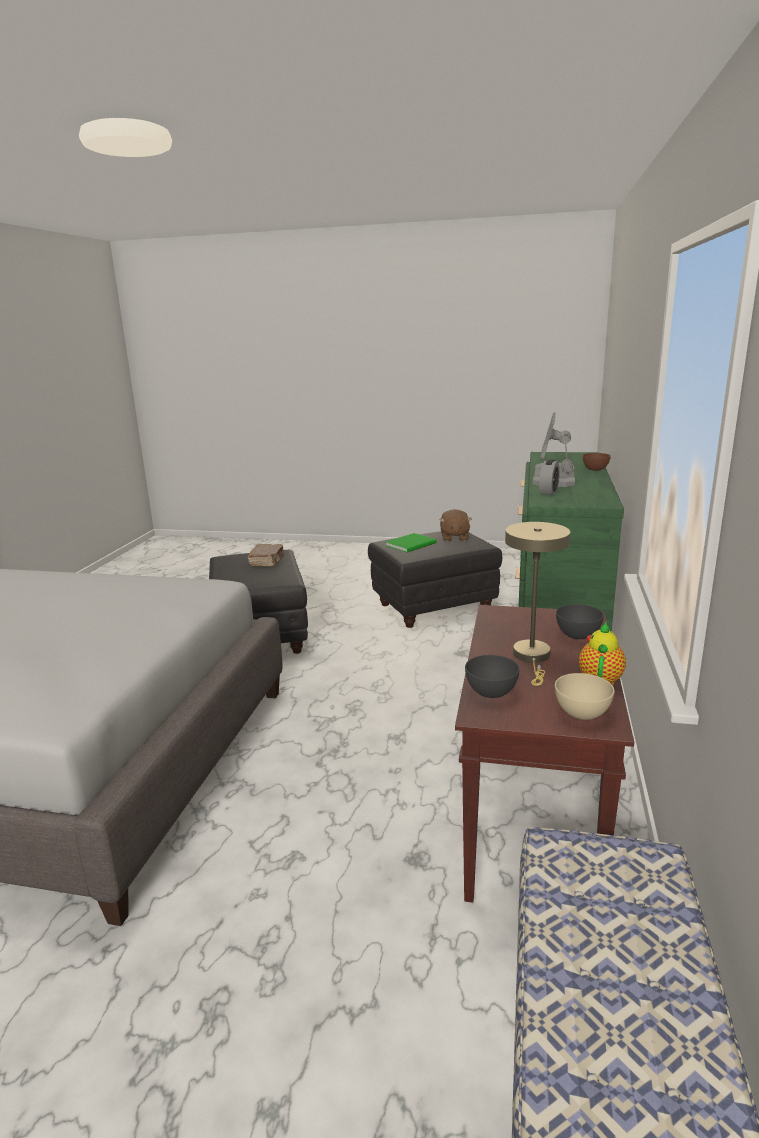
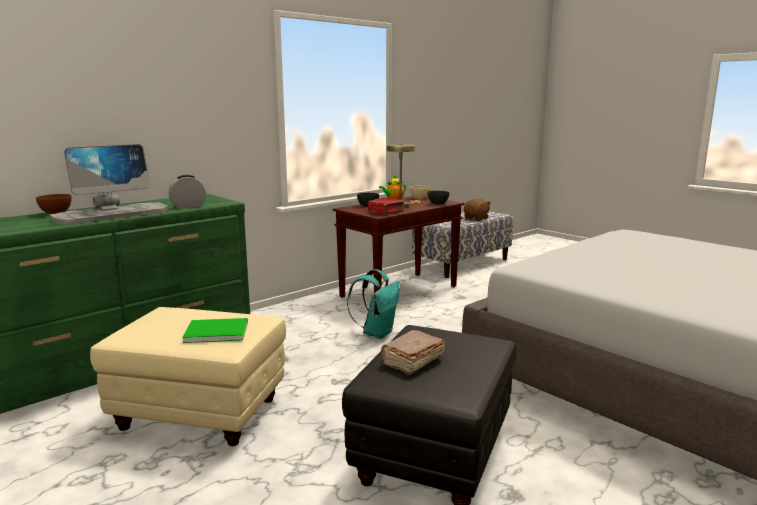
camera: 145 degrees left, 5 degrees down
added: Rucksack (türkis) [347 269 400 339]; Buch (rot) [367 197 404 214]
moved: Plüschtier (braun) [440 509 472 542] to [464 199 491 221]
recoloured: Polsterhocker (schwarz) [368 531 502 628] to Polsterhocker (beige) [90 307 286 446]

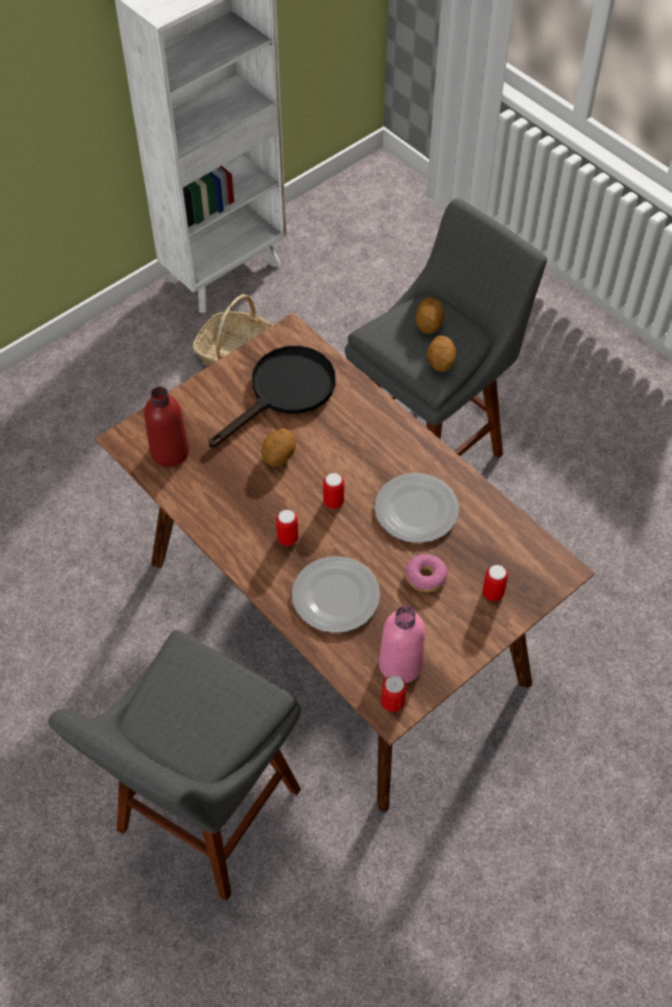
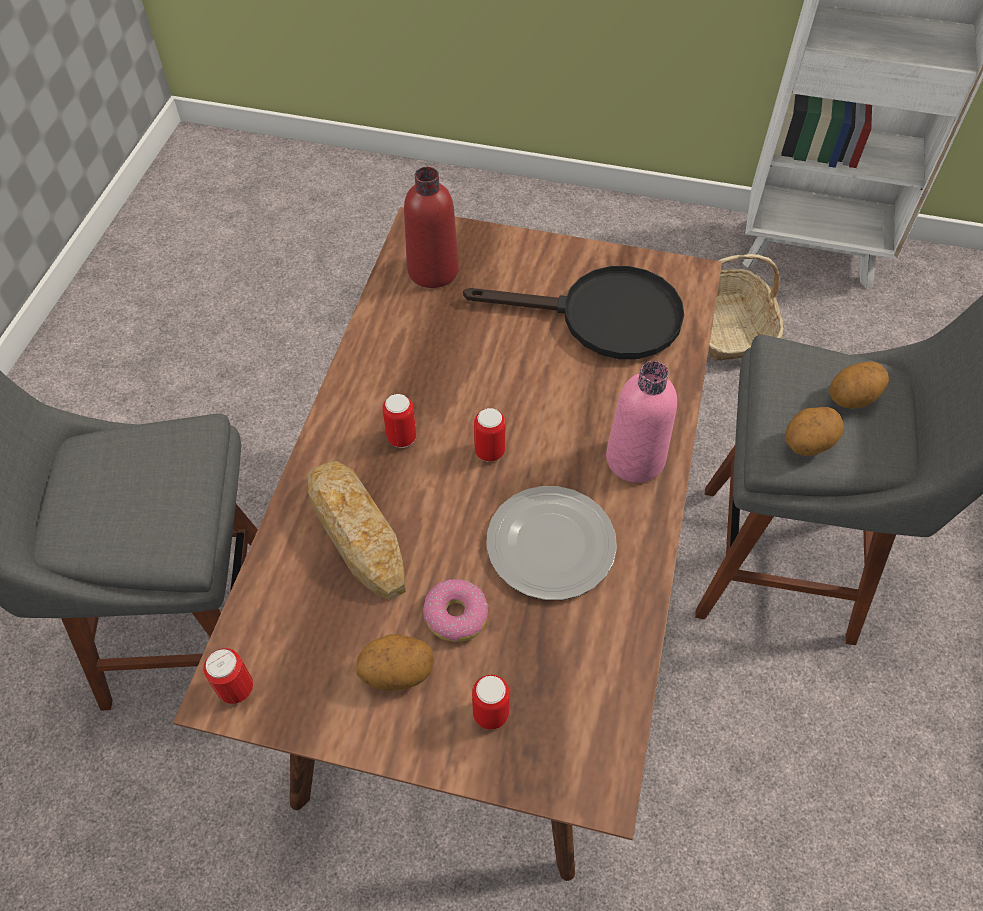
camera: 55 degrees right, 0 degrees up
moved: Kartoffel [262 428 296 467] to [357 634 434 690]; Flasche (rosa) [379 606 425 683] to [606 361 677 483]
replaced: Teller [292 556 380 633] to Brot [308 461 406 601]

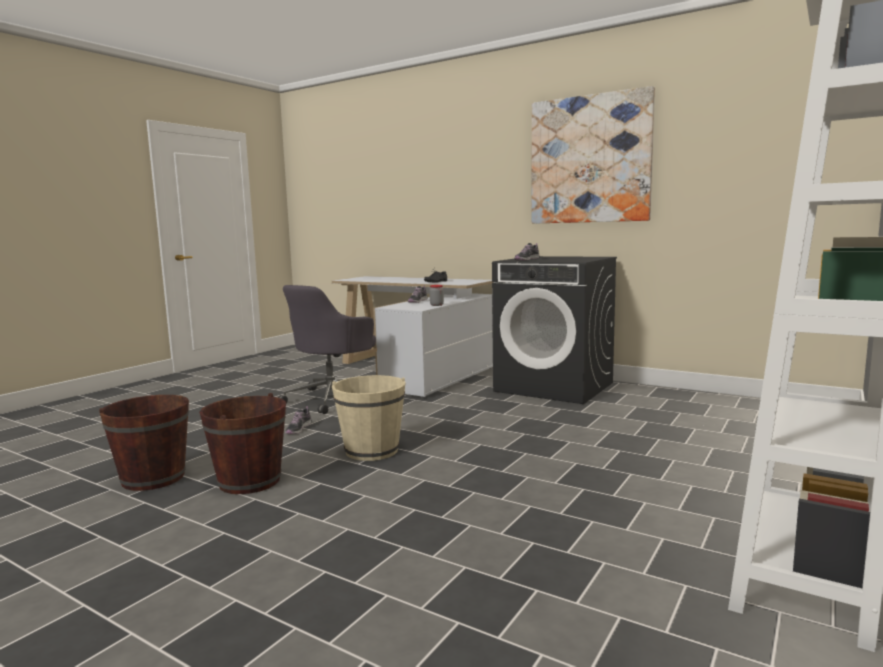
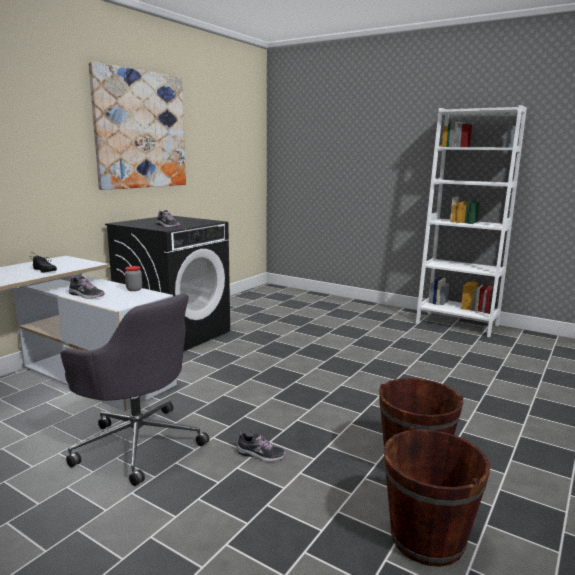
camera: 90 degrees left, 5 degrees up
removed: Eimer (beige) [332 375 406 461]

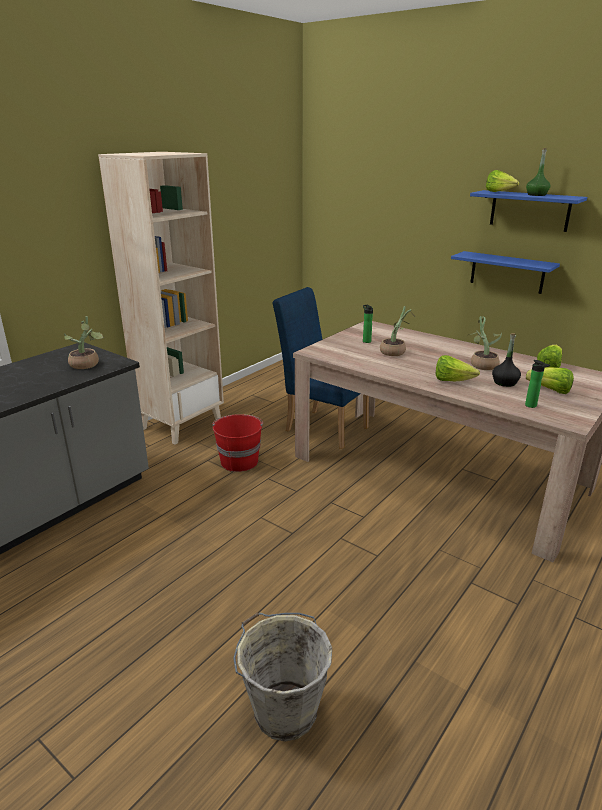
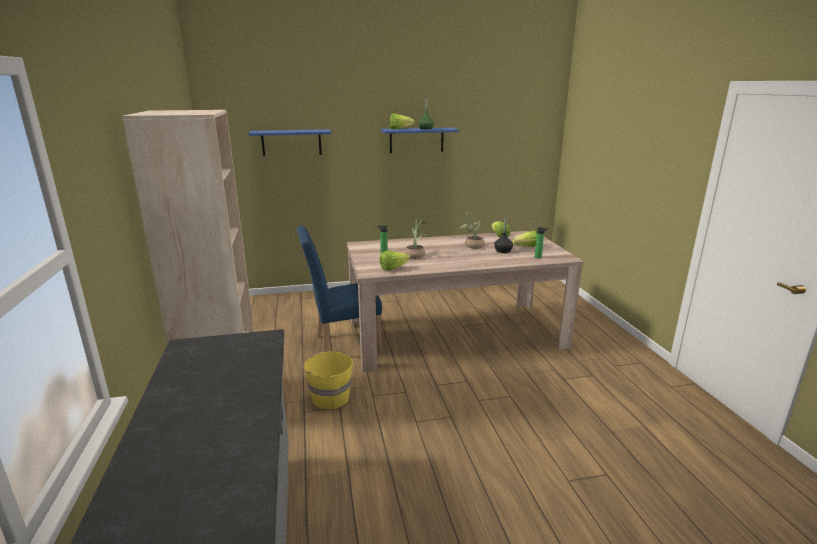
camera: 50 degrees left, 5 degrees down
removed: Topfpflanze [64 316 104 369]; Eimer (grau) [233 613 332 742]
moved: Salatkopf [436 355 480 382] to [380 251 410 270]; Wandregal (blau) [451 251 560 294] to [249 129 331 156]
recoloured: Eimer (rot) [212 414 263 472] to Eimer (gelb) [302 351 353 409]

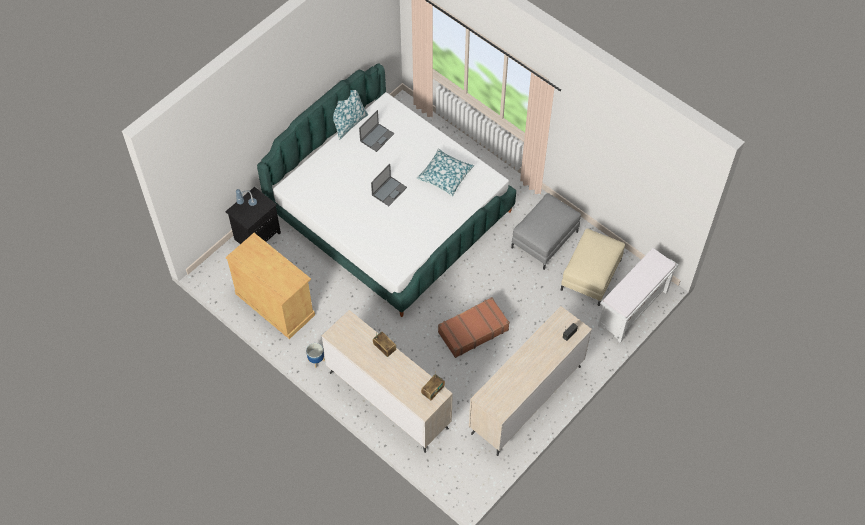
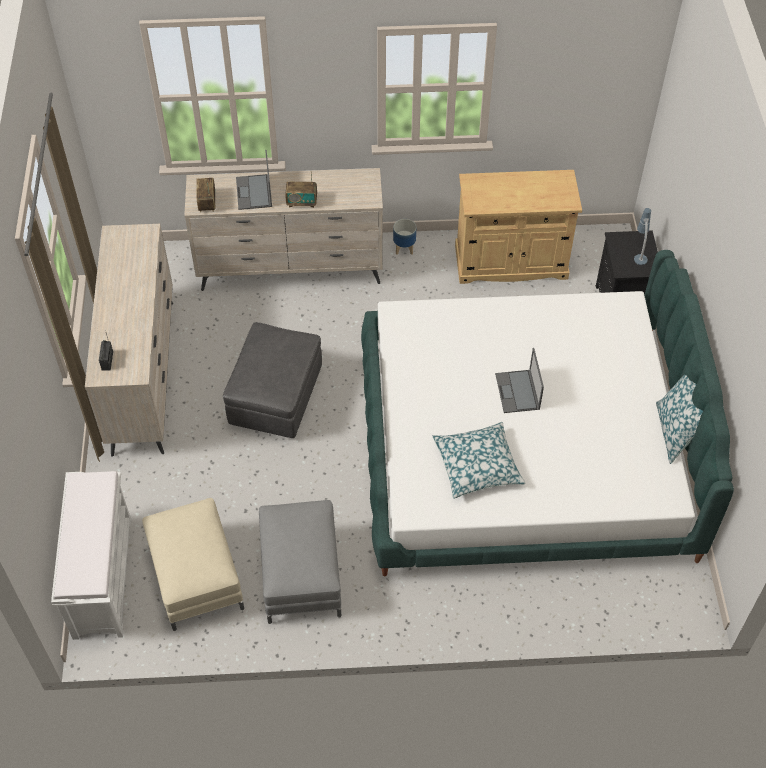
camera: 135 degrees right, 5 degrees down
moved: Laptop [359 110 394 152] to [236 150 272 210]
replaced: Koffer (braun) [438 297 510 358] to Polsterhocker (grau) [223 322 322 438]

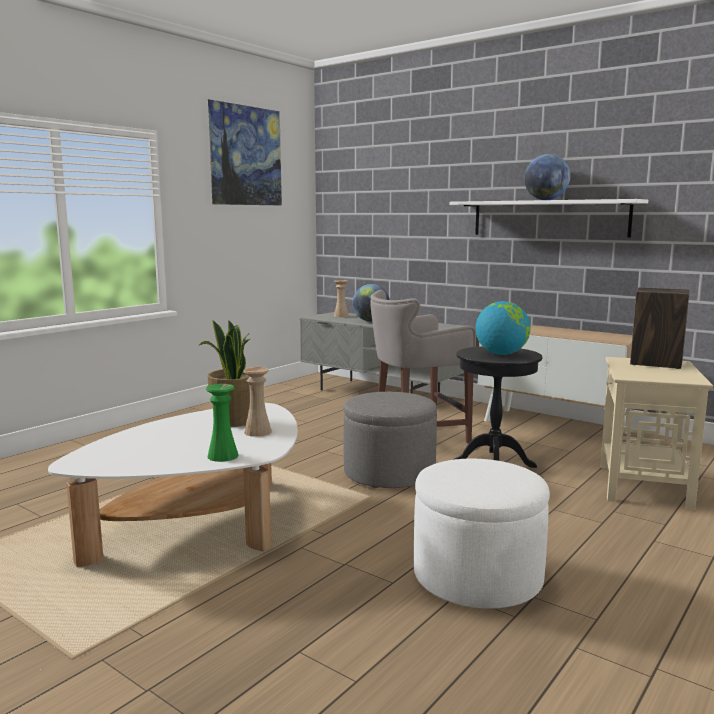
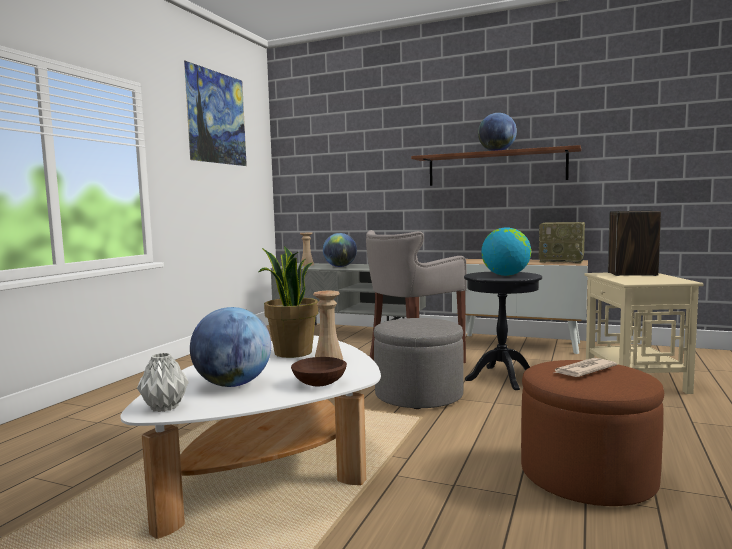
camera: 15 degrees left, 5 degrees down
added: Vase (grau) [137 353 189 412]; Globus [190 307 271 387]; Radio [539 222 585 263]; Zeitung [554 358 617 377]
replaced: Vase (grün) [206 384 239 462] to Schüssel (braun) [291 357 347 386]
recoloured: Polsterhocker (weiß) [414 459 550 609] to Polsterhocker (braun) [521 360 664 506]; Wandregal (weiß) [450 199 648 238] to Wandregal (braun) [411 145 581 186]

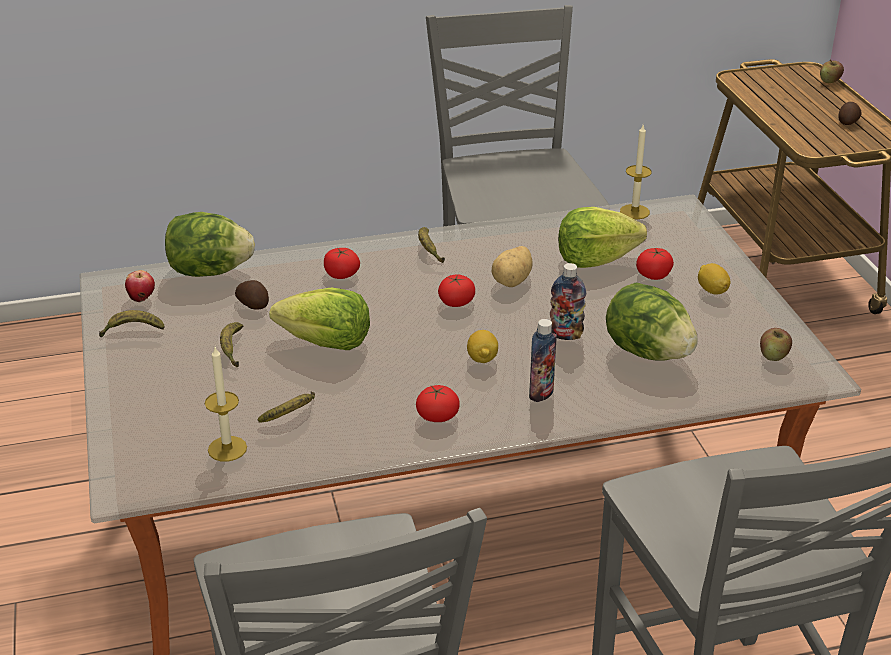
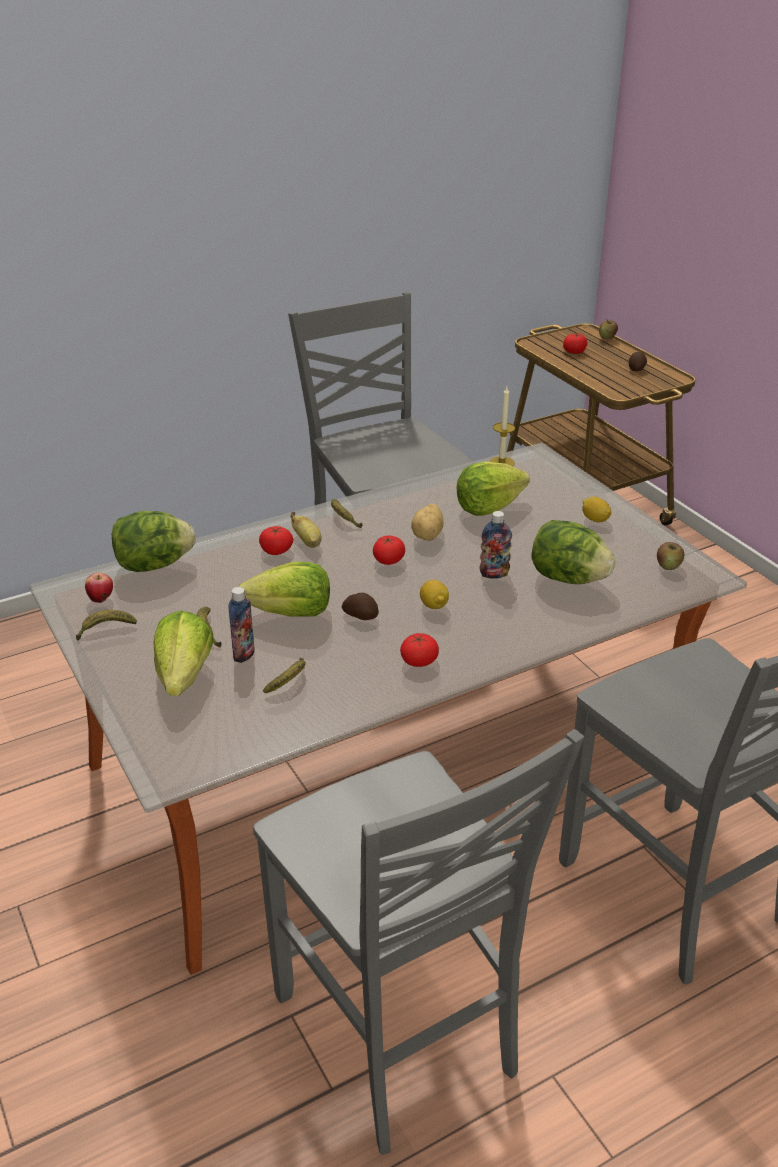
camera: 15 degrees left, 0 degrees up
removed: Kerze [205 347 247 462]
added: Salatkopf [153 610 213 696]; Banane [290 512 322 548]
moved: Kartoffel [235 280 269 310] to [342 593 379 620]; Flasche [529 319 557 402] to [228 587 255 663]; Tomate [636 248 674 280] to [563 333 587 354]

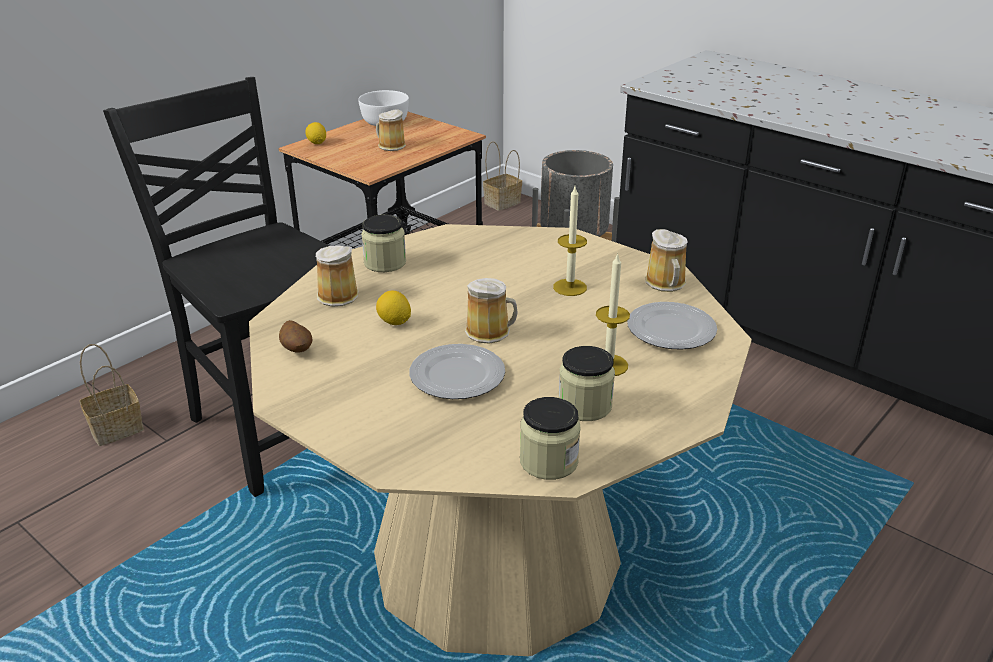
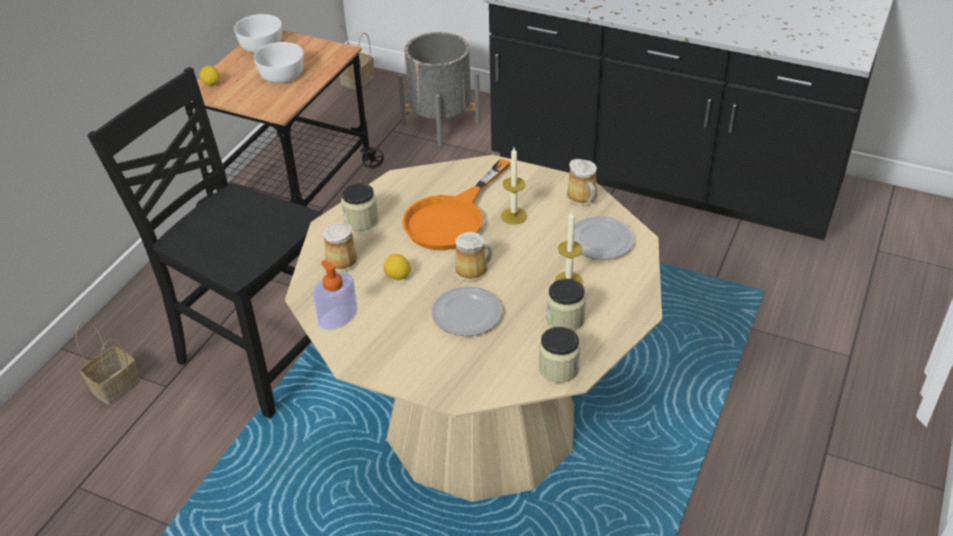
camera: 15 degrees left, 10 degrees up
added: Pfanne (orange) [402 159 511 250]
replaced: Kartoffel [279 320 312 353] to Seifenspender [313 260 358 330]; Henkelbecher [376 109 406 151] to Schüssel (weiß) [254 42 304 83]

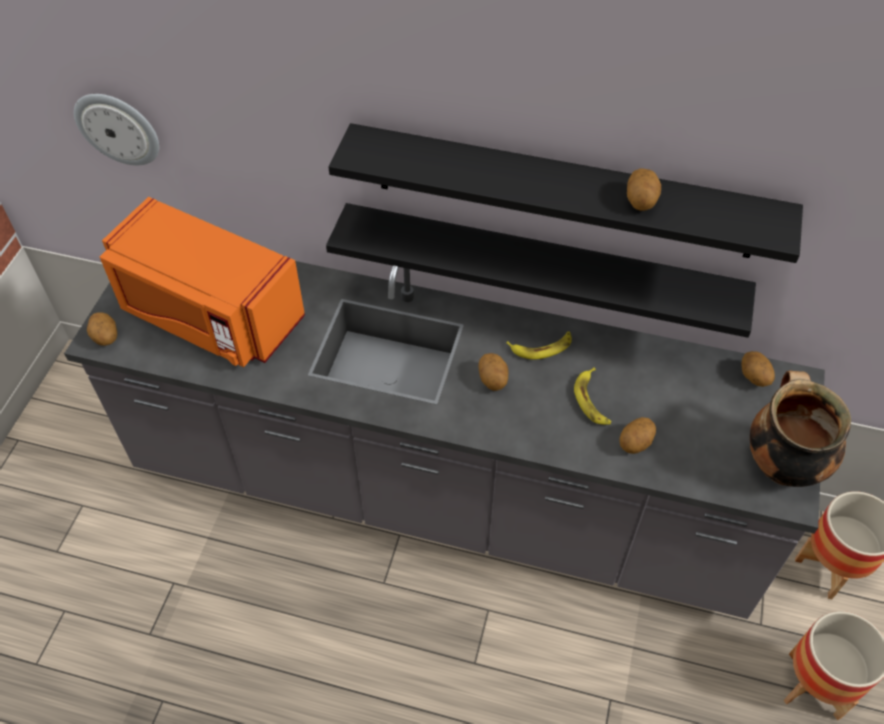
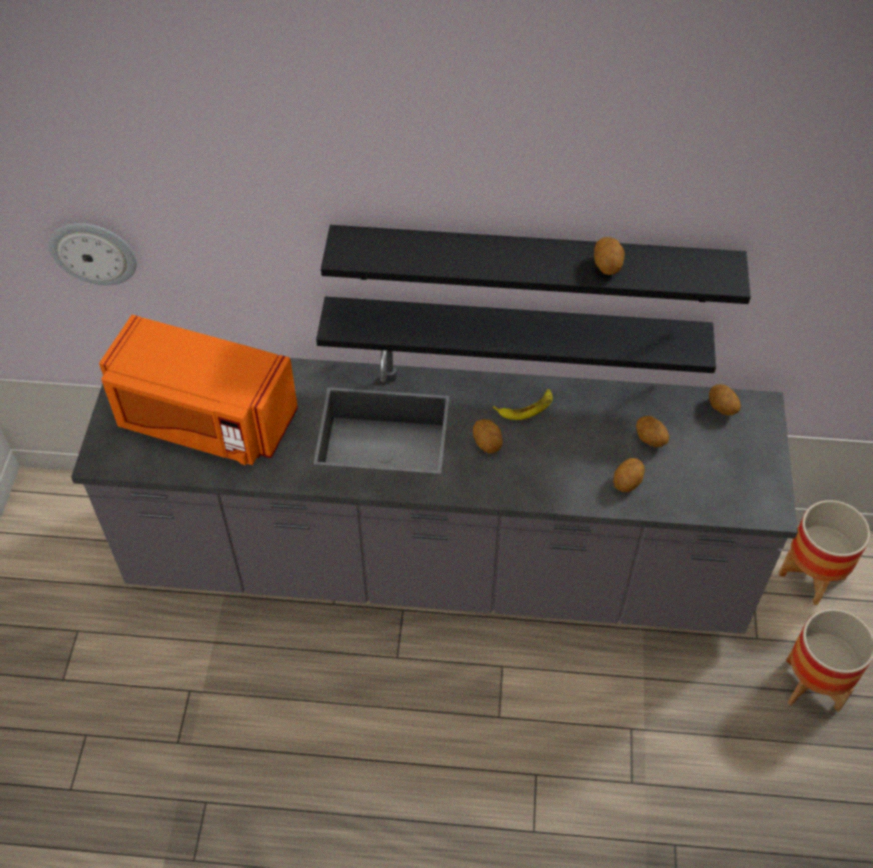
camera: 10 degrees left, 0 degrees up
removed: Banane [574 368 611 425]; Kochtopf [750 371 851 487]
moved: Kartoffel [87 312 117 346] to [636 416 669 447]

